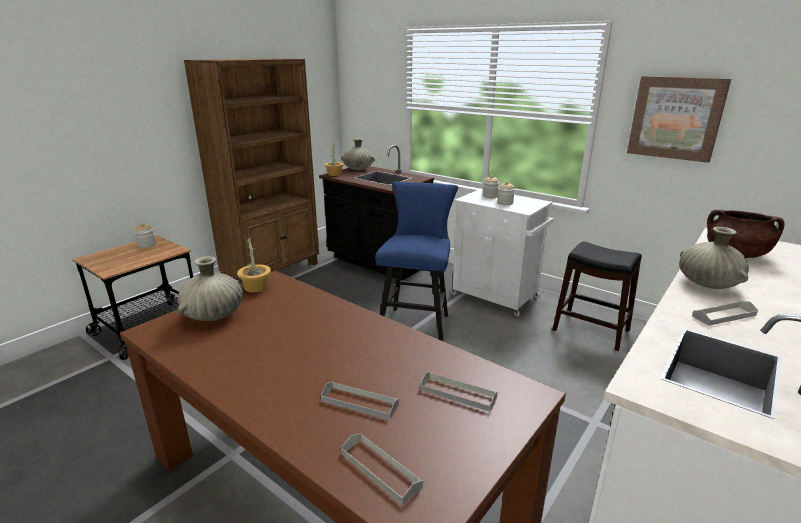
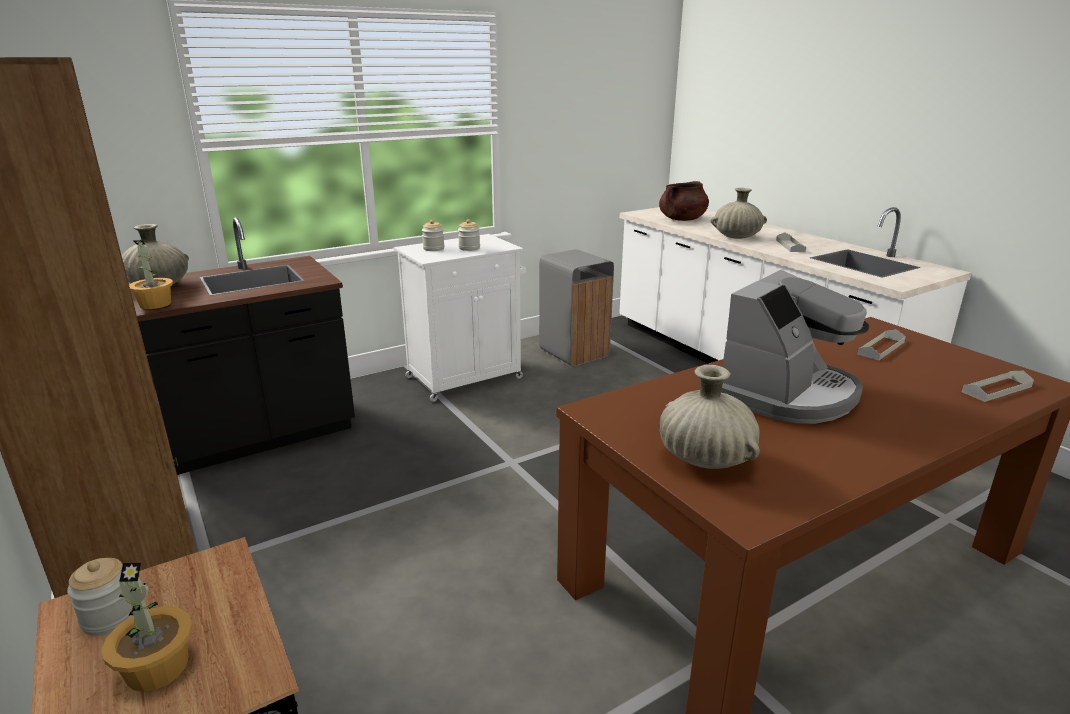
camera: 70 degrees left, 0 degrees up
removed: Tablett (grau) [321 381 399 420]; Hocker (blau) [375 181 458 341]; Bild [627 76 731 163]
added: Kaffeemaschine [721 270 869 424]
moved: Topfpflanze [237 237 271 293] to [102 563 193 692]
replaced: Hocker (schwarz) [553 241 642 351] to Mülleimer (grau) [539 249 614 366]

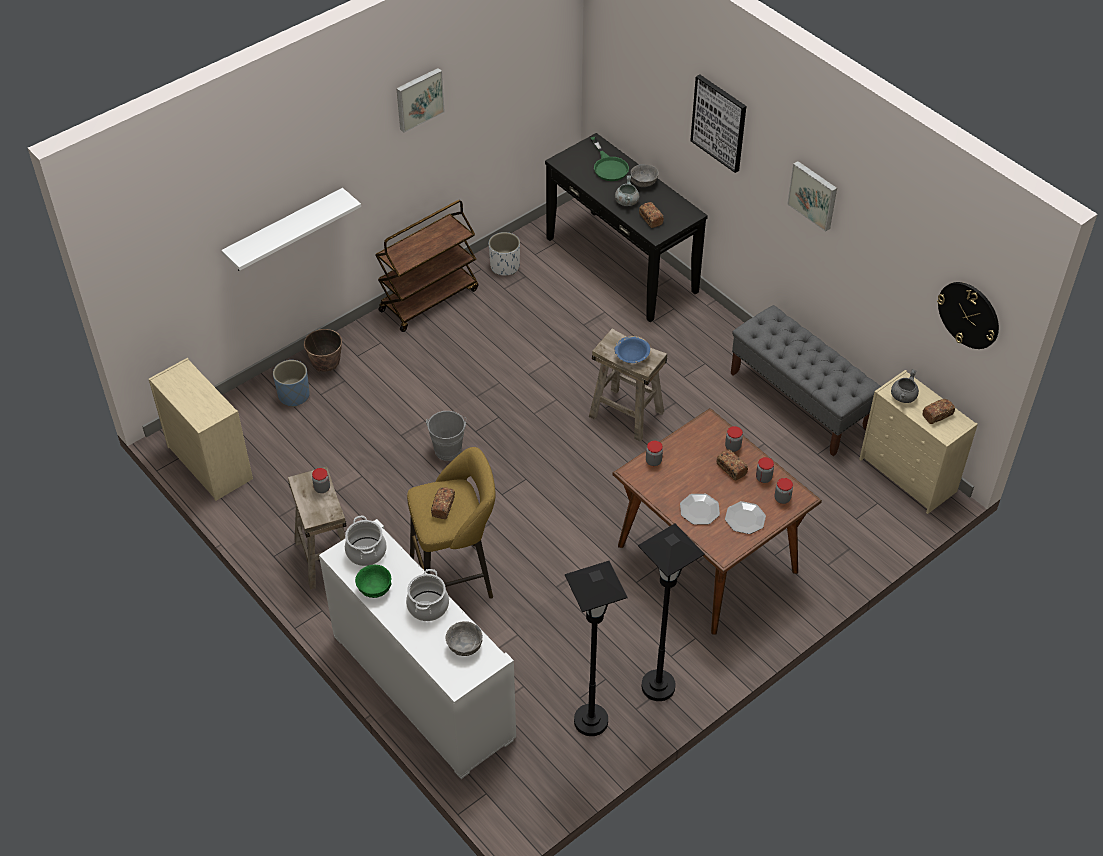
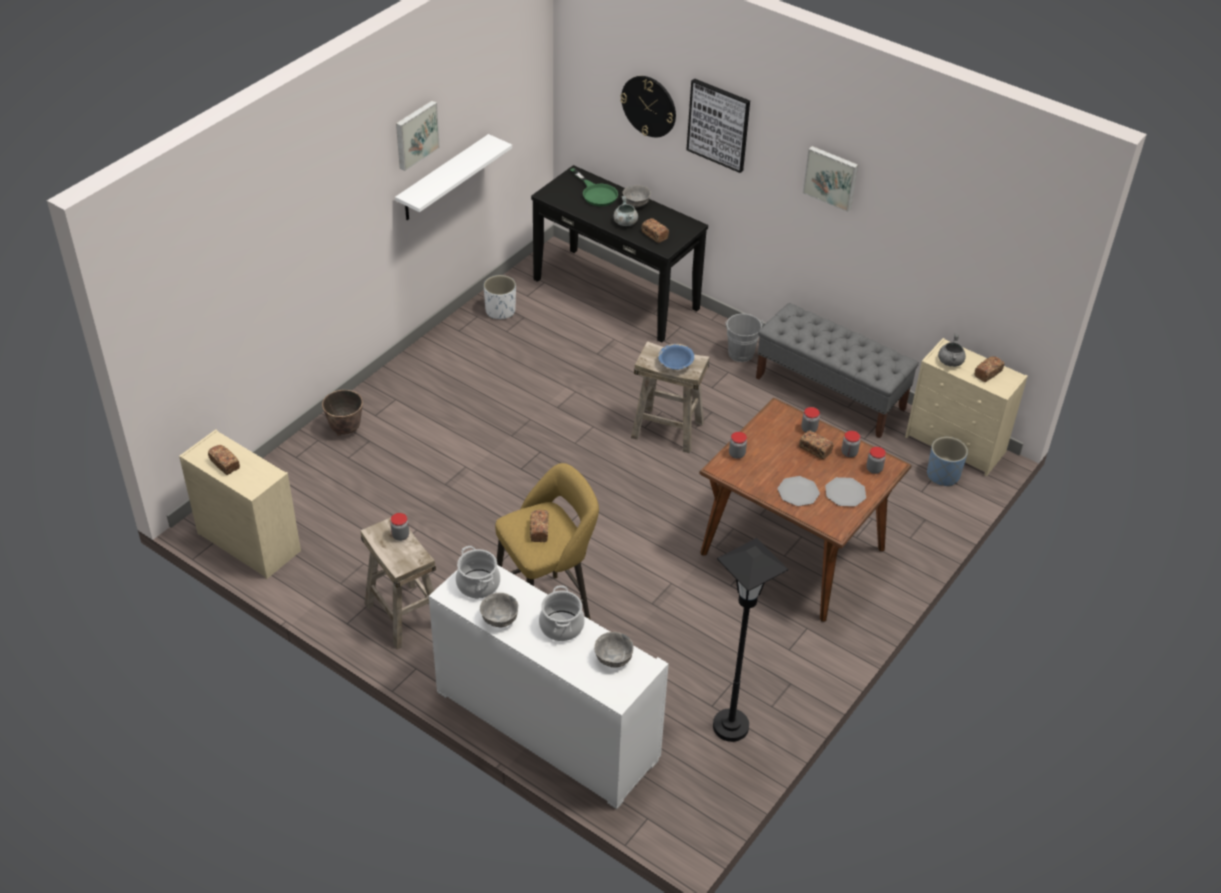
camera: 15 degrees left, 5 degrees down
removed: Rollwagen (braun) [375 200 478 332]; Stehlampe (schwarz) [638 523 705 701]
added: Brot [208 445 240 475]
moved: Wandregal (weiß) [221 188 361 271] to [395 134 512 220]; Pflanzkübel (blau) [273 360 310 407] to [927 437 968 486]; Eimer (grau) [426 411 466 461] to [725 313 764 362]; Wanduhr [937 282 999 349] to [621 76 676 137]
recoloured: Schüssel (grün) [355 565 392 598] to Schüssel (grau) [480 593 518 627]

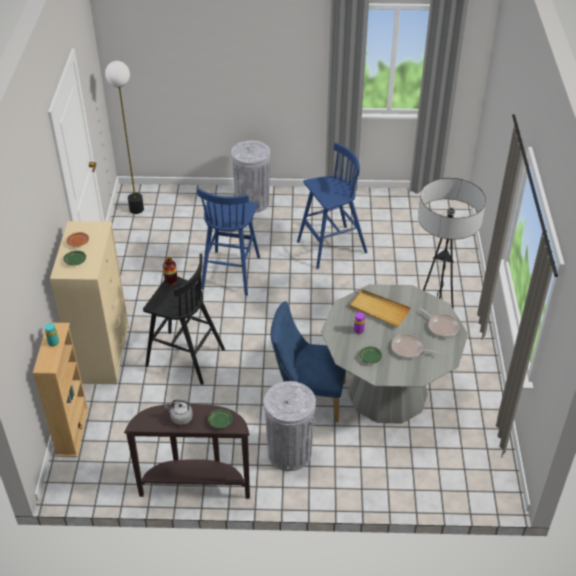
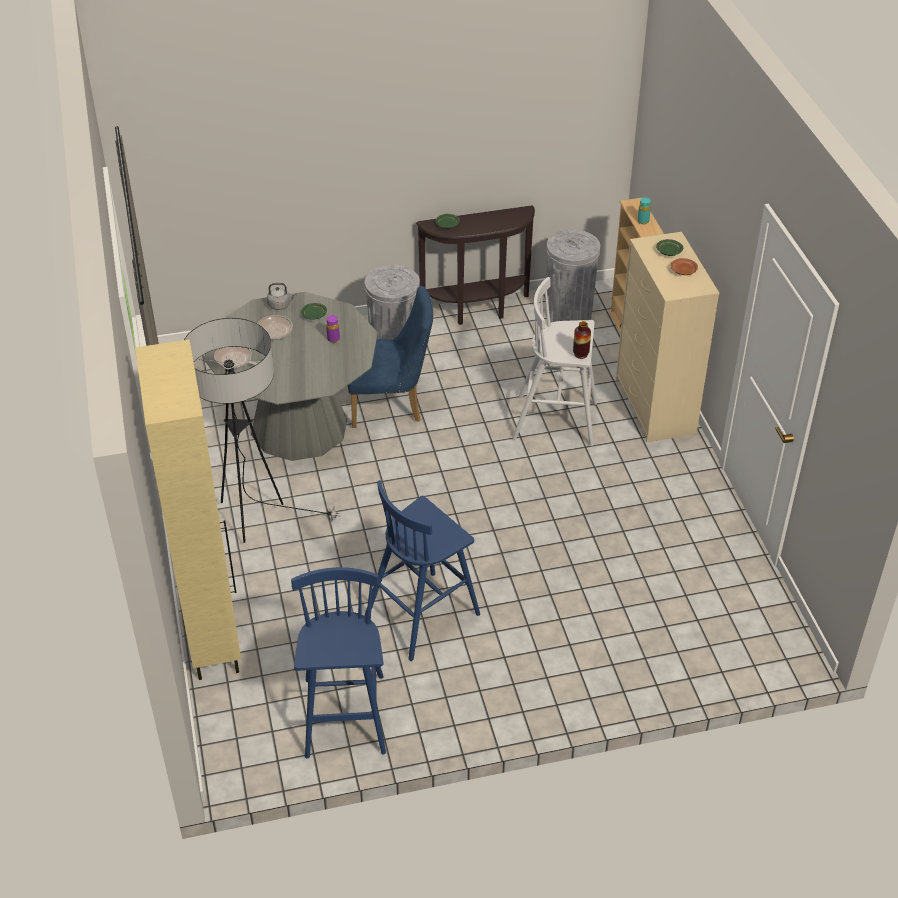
camera: 165 degrees right, 0 degrees up
removed: Stehlampe [105 61 144 214]; Tablett (beige) [349 289 411 327]
added: Schrank (beige) [135 340 241 680]
moved: Wasserkessel (grau) [164 400 193 425] to [267 283 296 310]; Hocker (blau) [197 188 260 296] to [291 567 386 759]; Mülleimer (grau) [231 140 270 213] to [546 229 600 322]
recoloured: Hocker (schwarz) [143 254 225 385] to Hocker (weiß) [512 277 597 446]

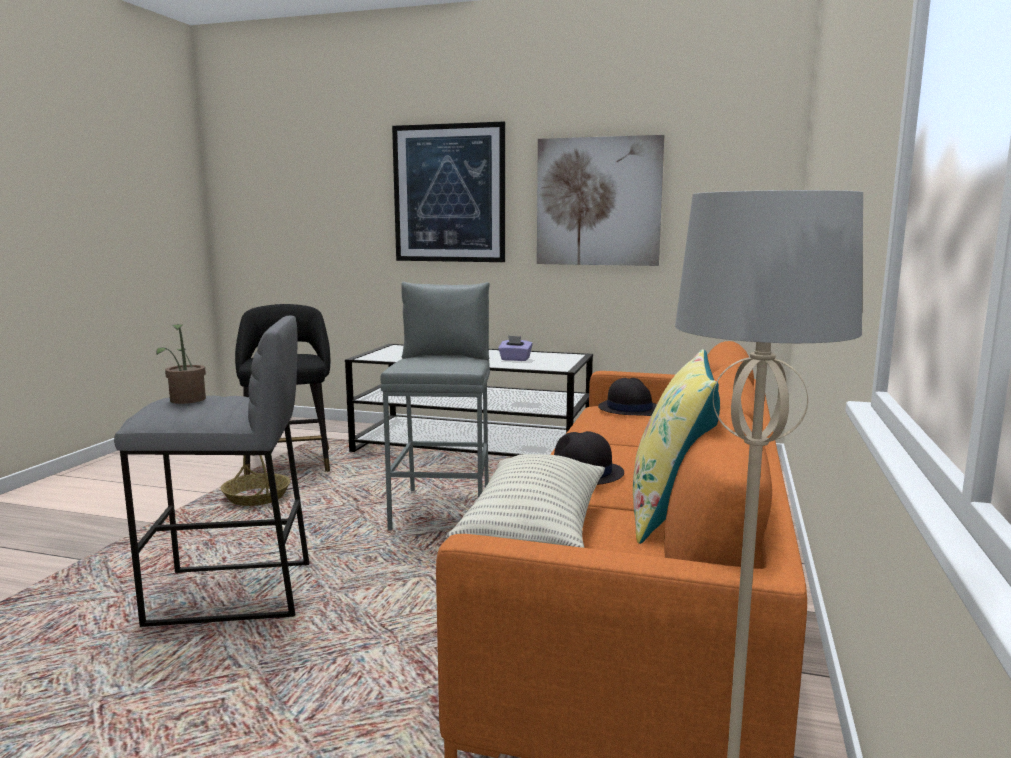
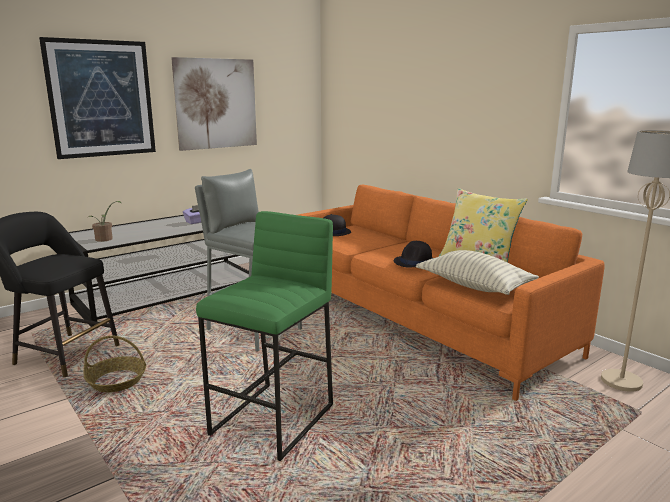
camera: 55 degrees left, 5 degrees up
moved: Topfpflanze [156 324 206 404] to [88 201 122 242]
recoloured: Hocker (grau) [114 316 309 627] to Hocker (grün) [196 211 333 461]

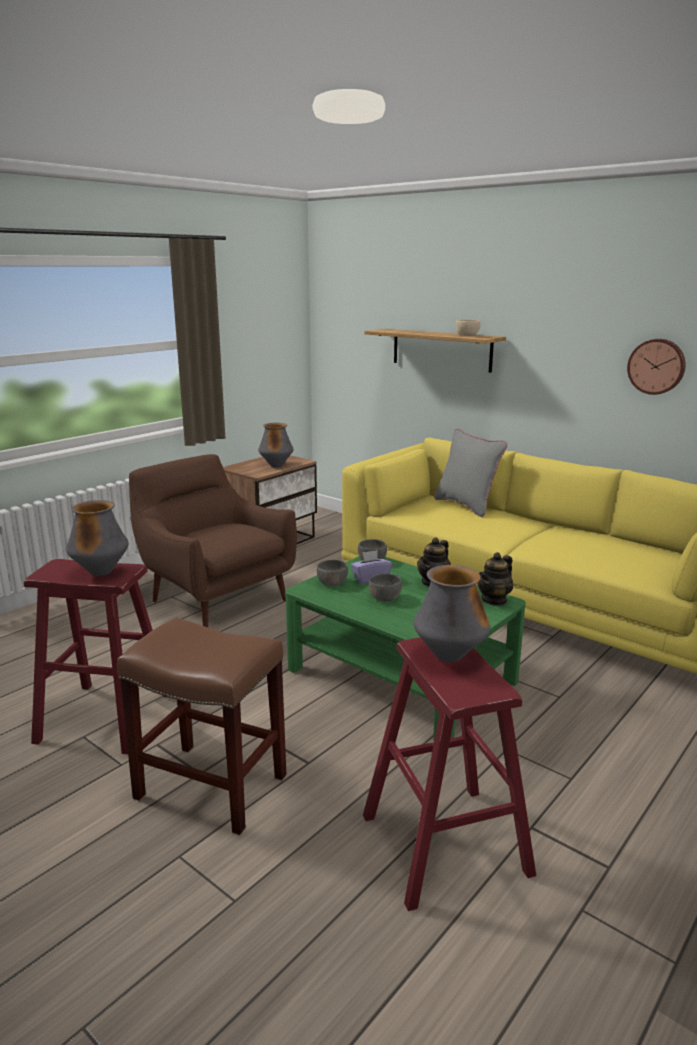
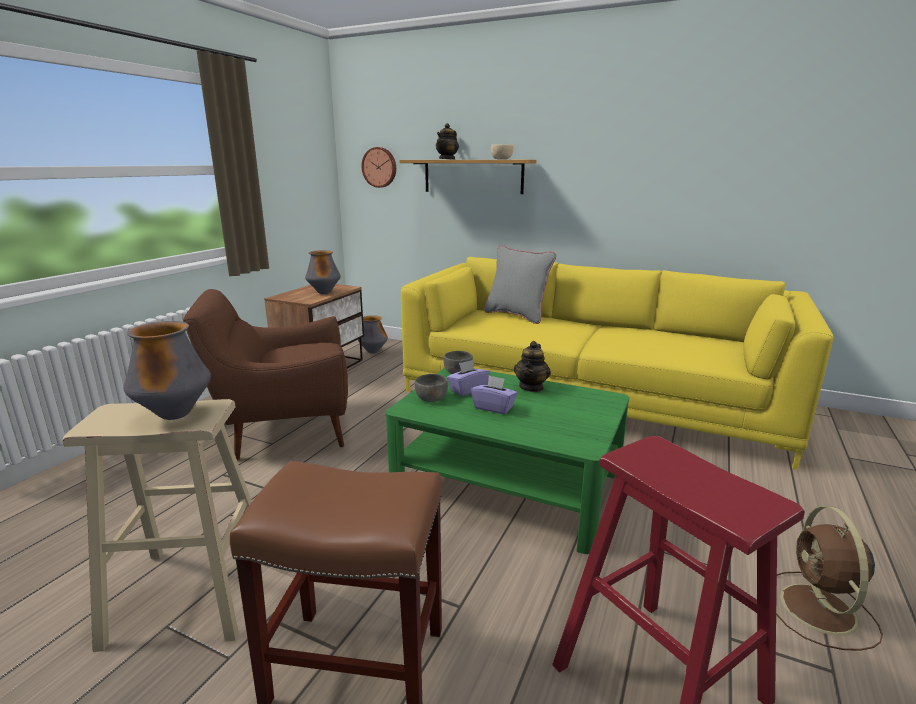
camera: 15 degrees left, 0 degrees up
added: Ventilator (braun) [776 506 883 651]
moved: Vase [413 565 490 662] to [358 315 388 354]; Teekanne [477 552 513 606] to [436 123 459 159]; Wanduhr [627 339 686 395] to [361 147 396 188]
replaced: Schüssel (grau) [369 573 402 601] to Taschentuchbox (lila) [471 375 518 414]
recoloured: Hocker (rot) [24 559 166 754] to Hocker (beige) [62 399 252 652]
turned: Sessel (braun) [129 454 297 628] = [183 289 348 460] 45 degrees counterclockwise

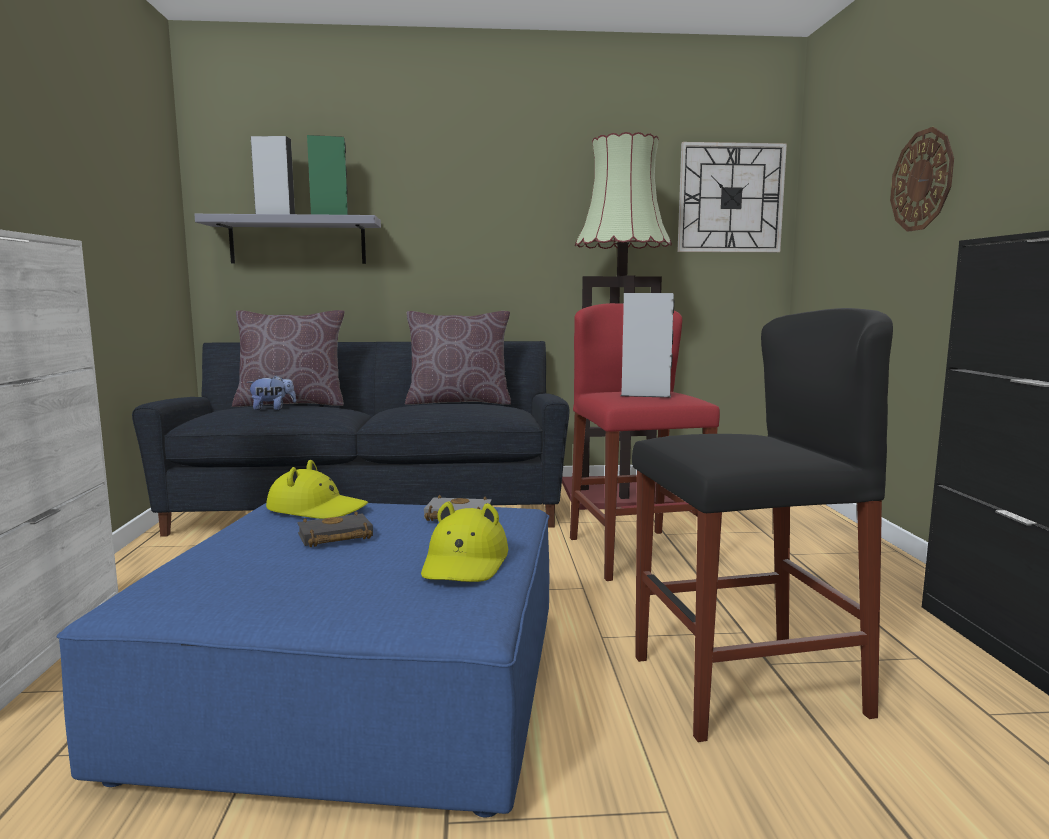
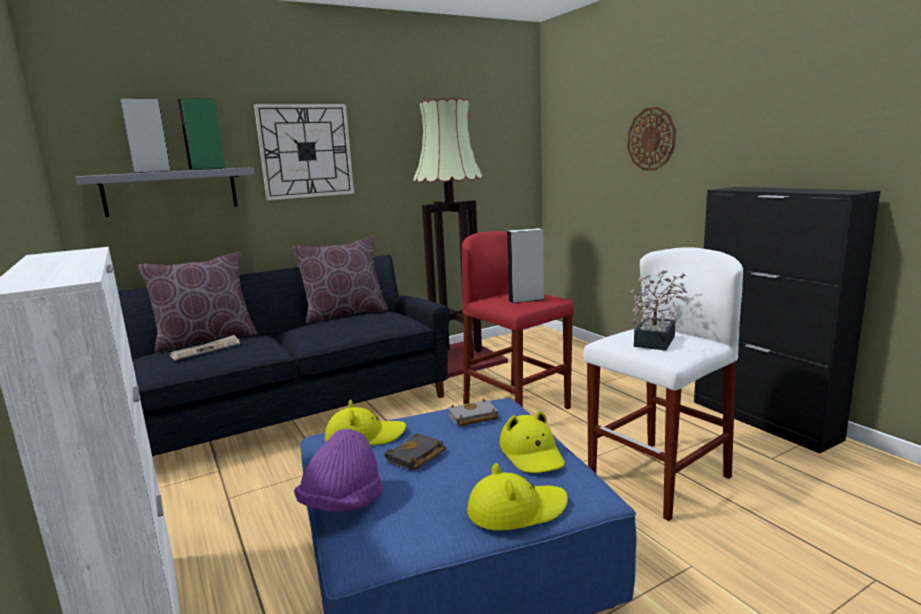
camera: 25 degrees left, 5 degrees up
added: Hut (lila) [294 429 383 512]; Hut (gelb) [467 463 568 531]; Topfpflanze [631 270 687 351]
moved: Wanduhr [677 142 787 252] to [254 104 354 200]
replaced: Plüschtier [247 375 296 410] to Zeitung [170 335 240 361]
recoloured: Hocker (schwarz) [632 308 893 742] to Hocker (weiß) [583 247 743 521]

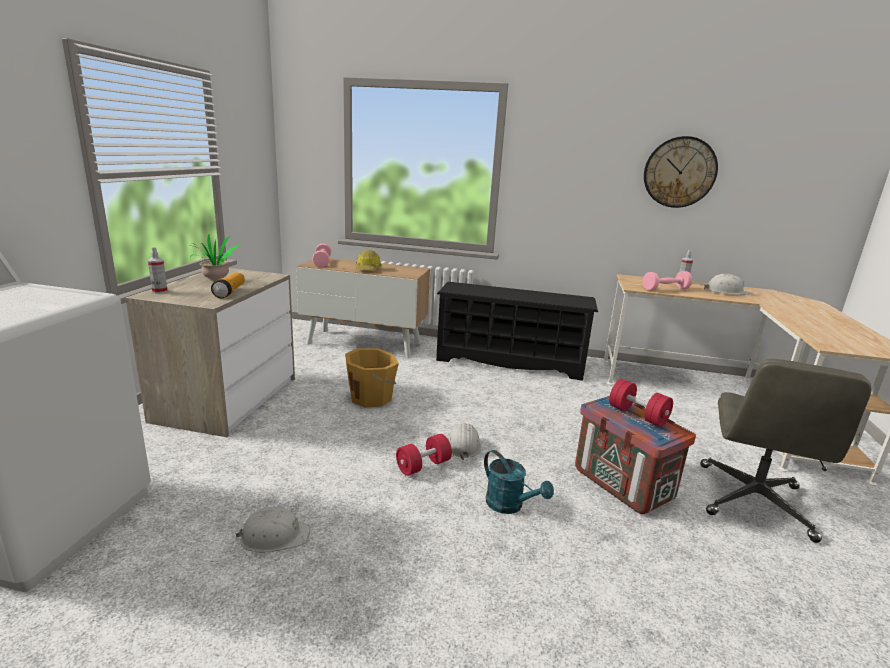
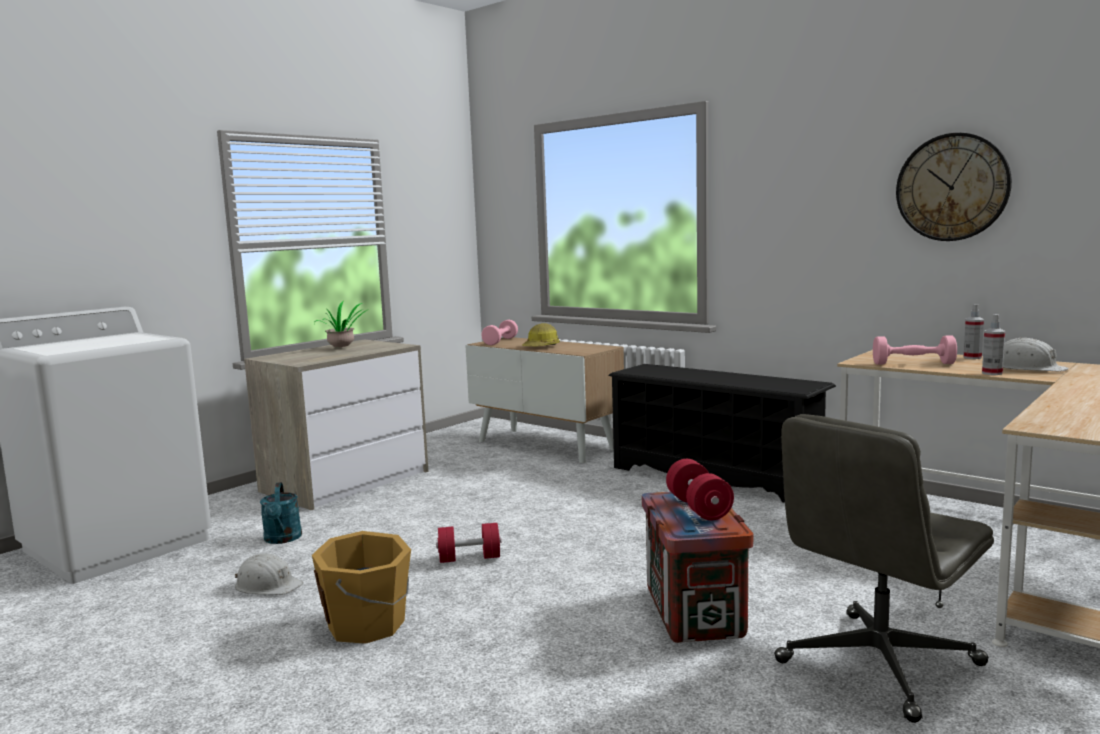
camera: 30 degrees right, 10 degrees down
removed: Taschenlampe [211 272 245 298]; Schutzhelm (weiß) [448 423 481 460]
moved: Sprühflasche [148 247 168 294] to [982 314 1005 375]; Eimer (orange) [345 348 399 408] to [312 531 411 644]; Gießkanne (türkis) [484 450 554 514] to [260 482 302 544]

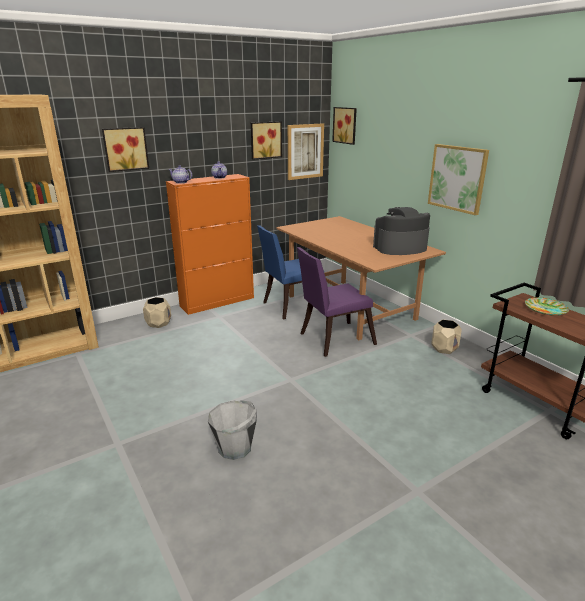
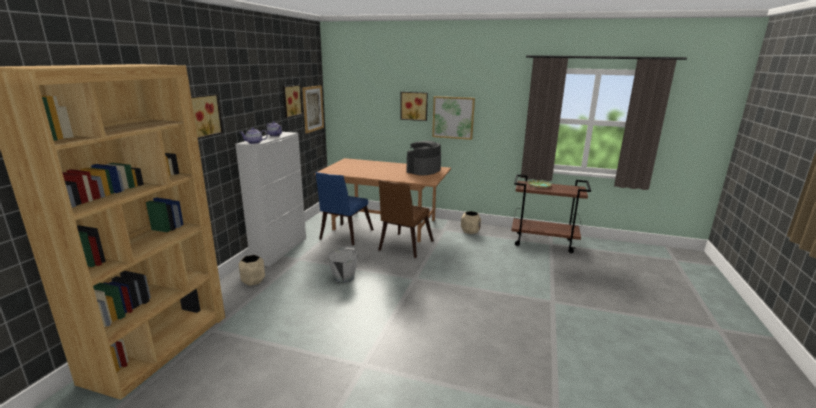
camera: 40 degrees left, 5 degrees down
moved: Eimer (grau) [208 400 257 460] to [328 246 358 283]; Bild [332 107 357 145] to [400 92 428 121]
recoloured: Schrank (orange) [166 174 254 315] to Schrank (weiß) [235 132 306 266]; Stuhl (lila) [297 247 377 357] to Stuhl (braun) [378 180 434 258]

